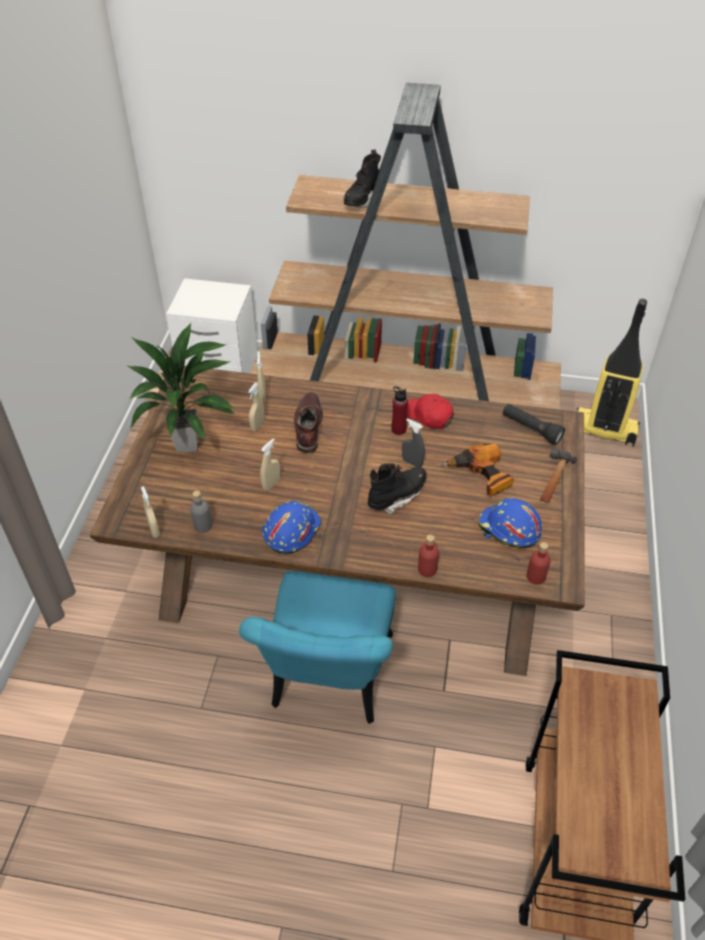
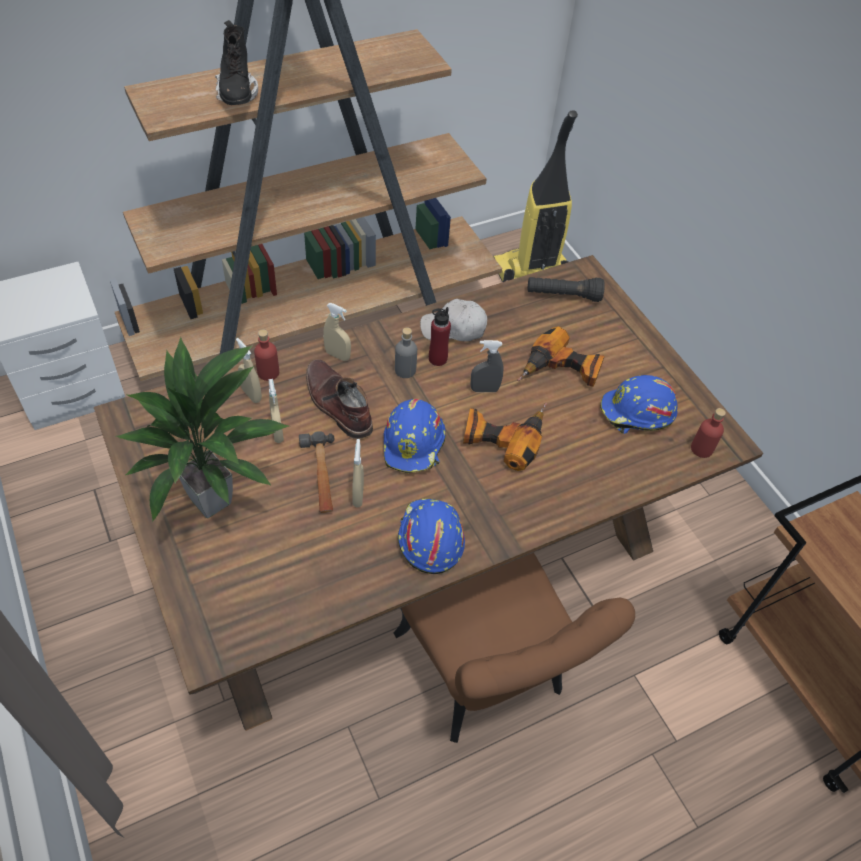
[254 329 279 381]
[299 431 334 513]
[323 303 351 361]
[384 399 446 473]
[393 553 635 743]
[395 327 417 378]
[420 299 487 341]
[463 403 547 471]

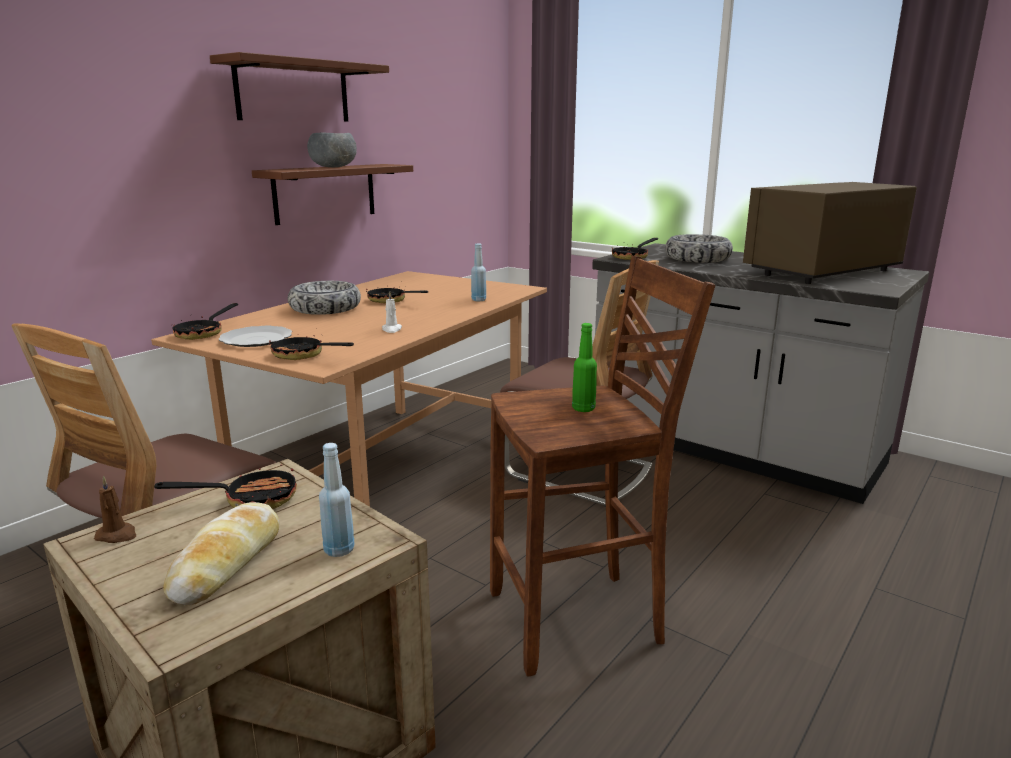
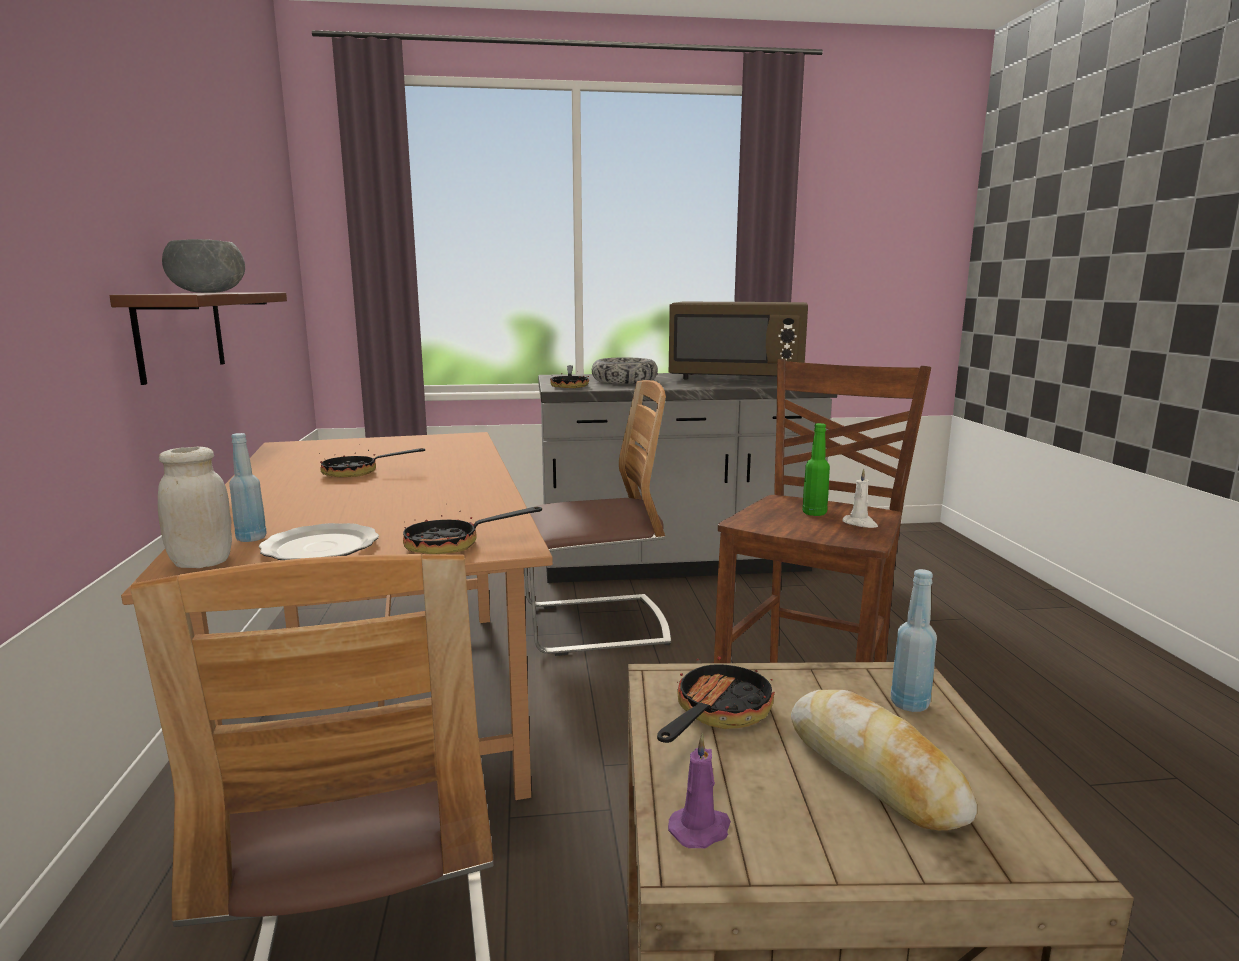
[158 447 232 568]
[229 433 267 542]
[668 733 731 848]
[669 302 808 379]
[842 469 878 528]
[210 52 389 121] (first image)
[288 281 361 315] (first image)

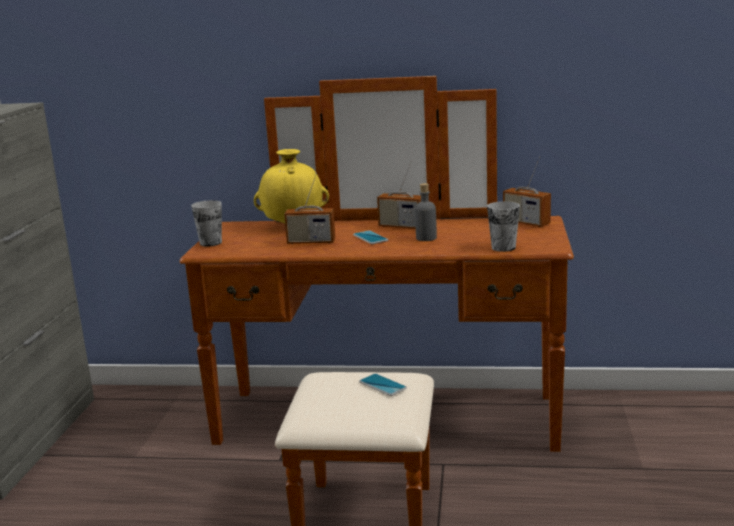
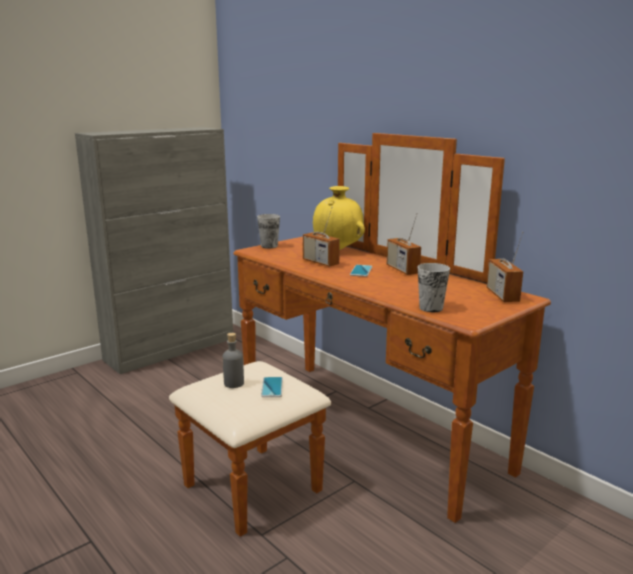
[222 333 244 388]

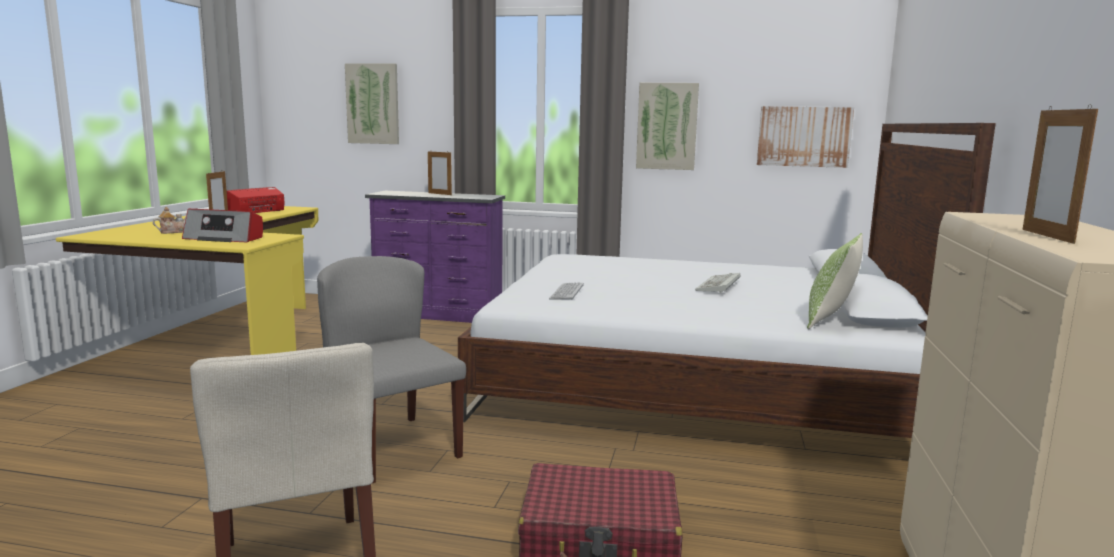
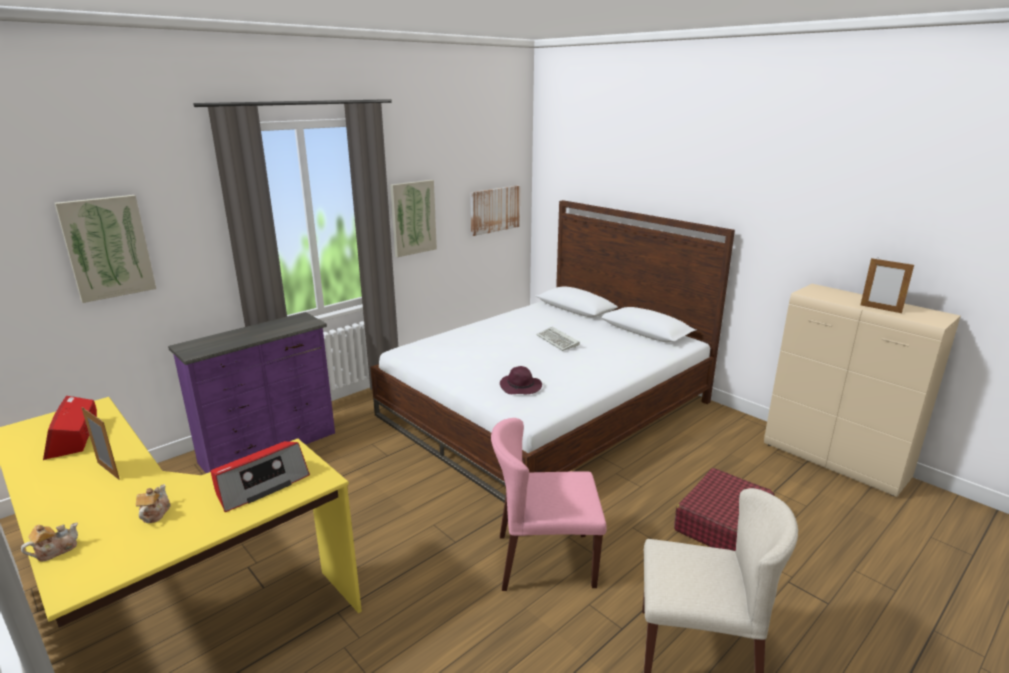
[21 523 78 562]
[491 418 607 591]
[500 366 542 394]
[428 151 452 195] (first image)
[807 233 863 329] (first image)

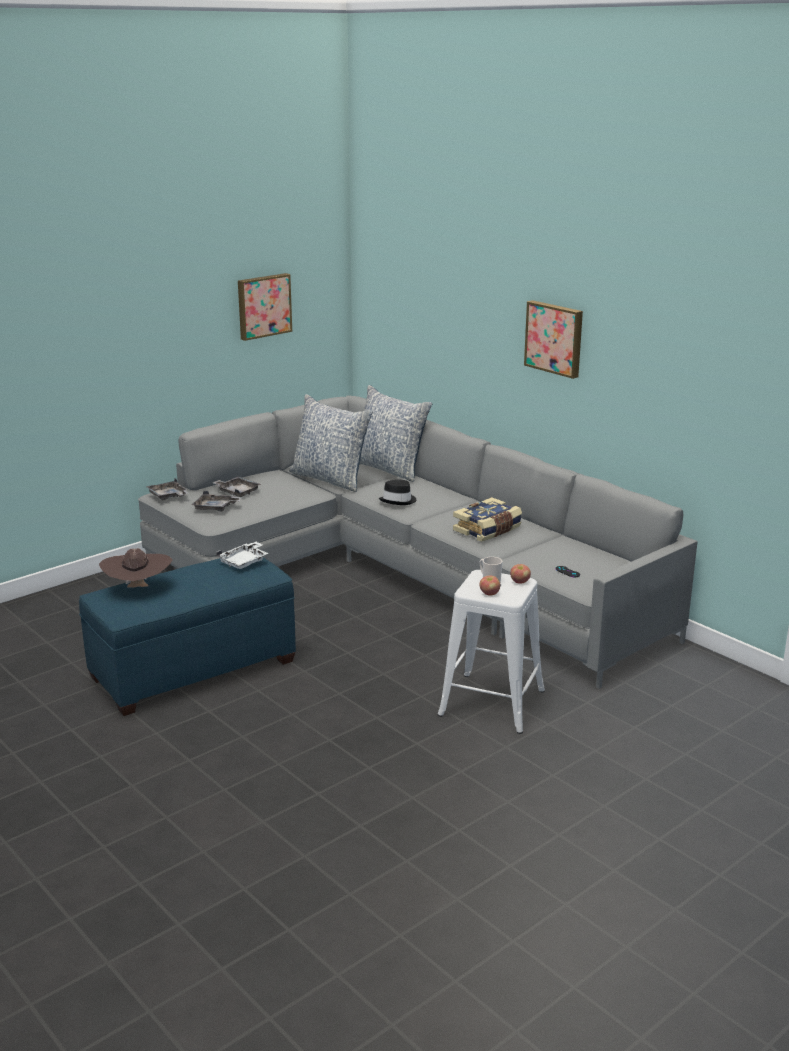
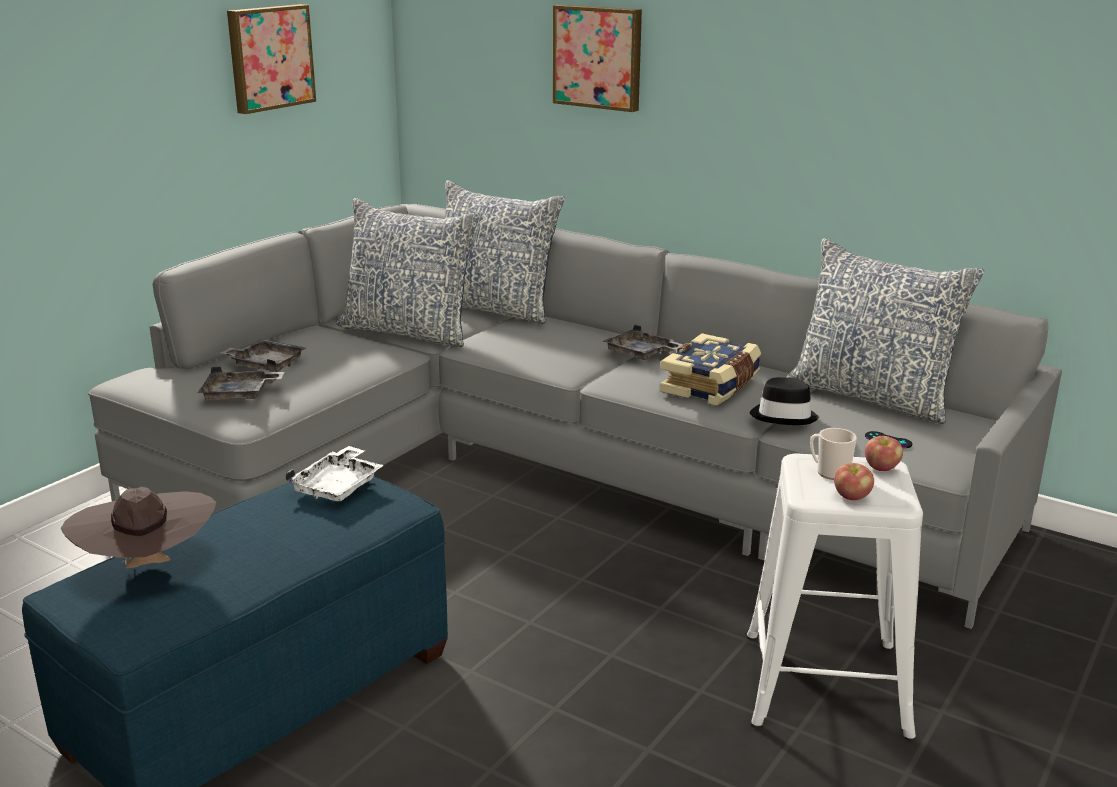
[553 4 642 112]
[603 324 683 360]
[750 377 819 425]
[786 238 984 424]

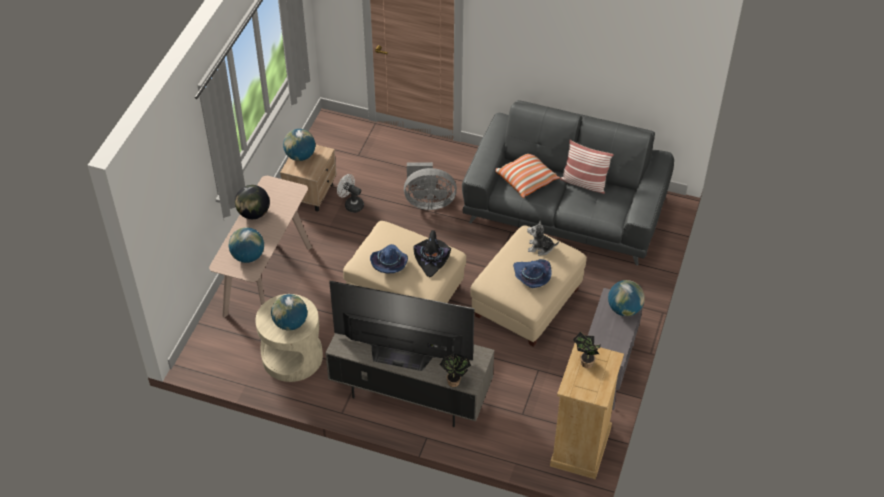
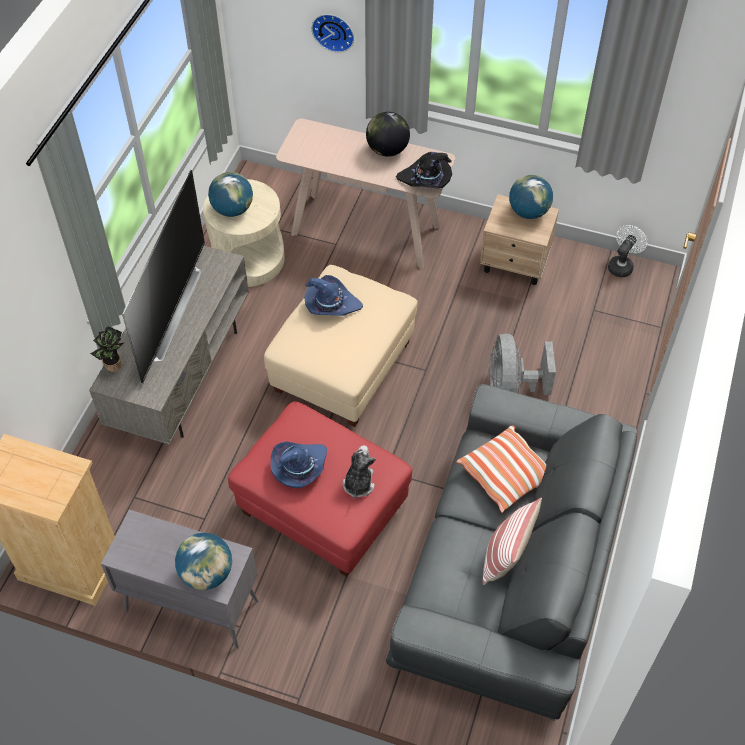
[228 401 413 577]
[312 14 354 53]
[396 152 452 188]
[608 225 648 277]
[229 227 264 263] (first image)
[573 332 601 368] (first image)

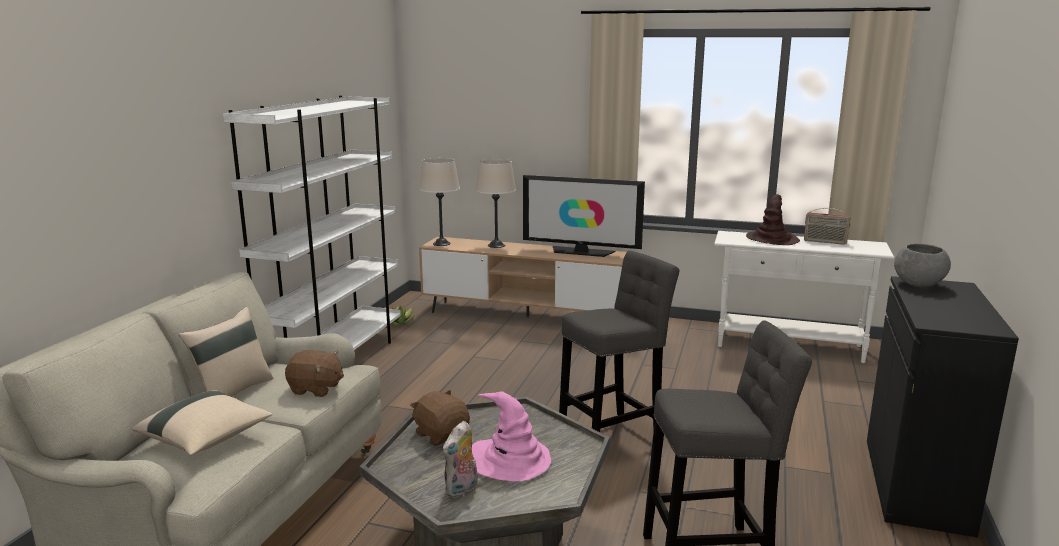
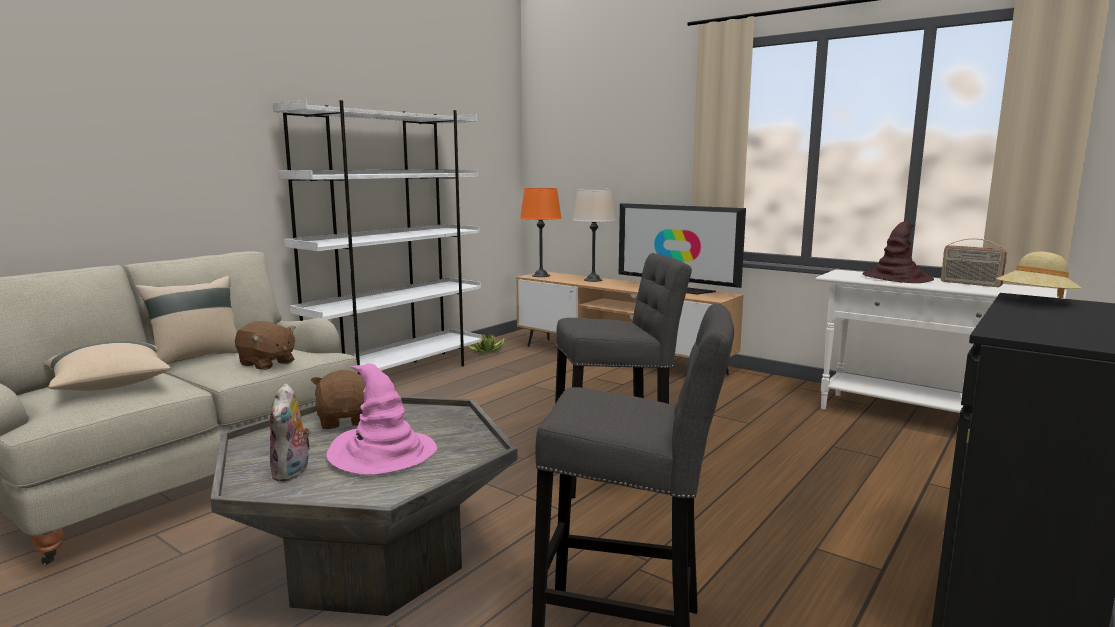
[270 383 311 482]
[520 188 562 277]
[996 252 1082 299]

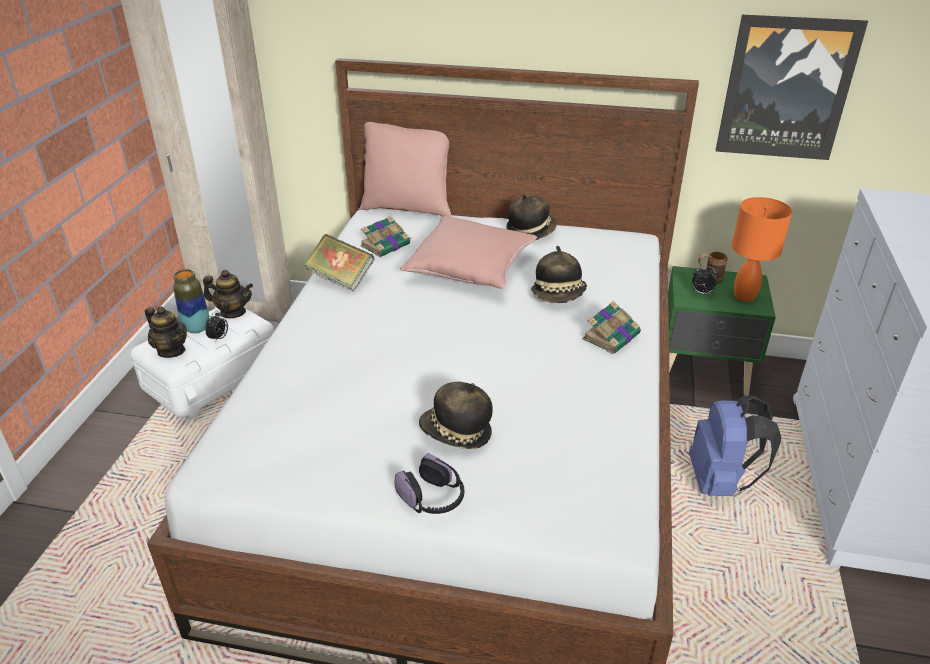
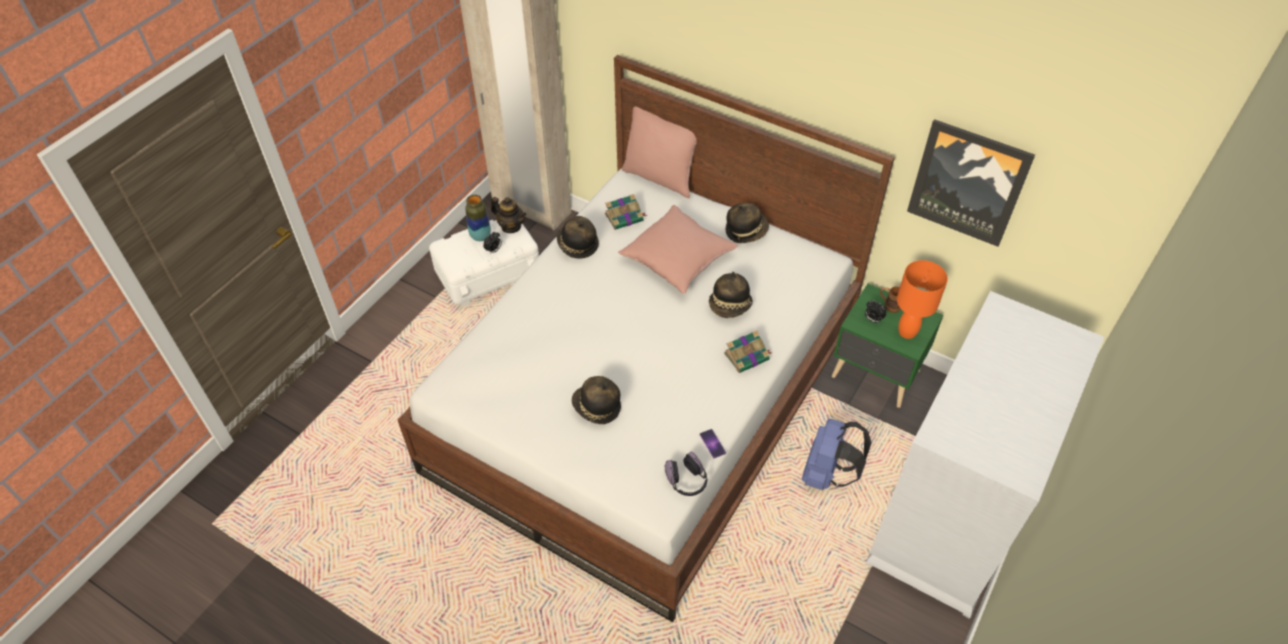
[557 216 599 259]
[665 452 707 496]
[700 429 726 459]
[145 307 187 358] (first image)

